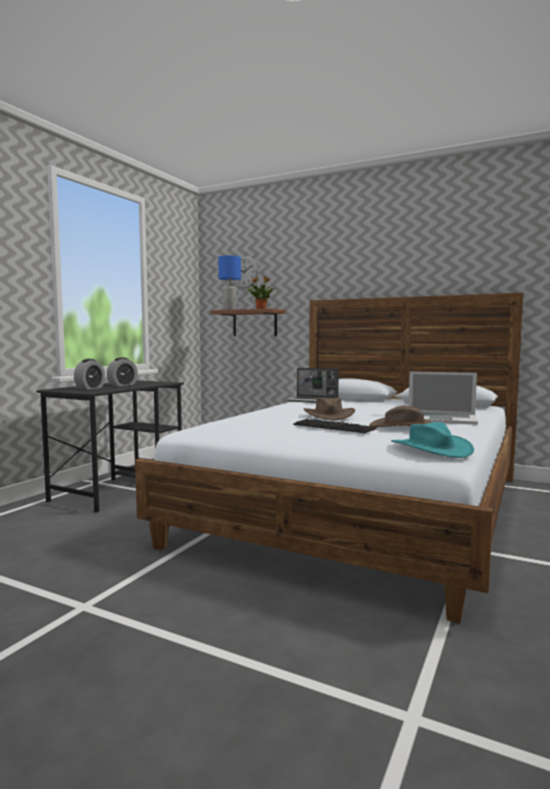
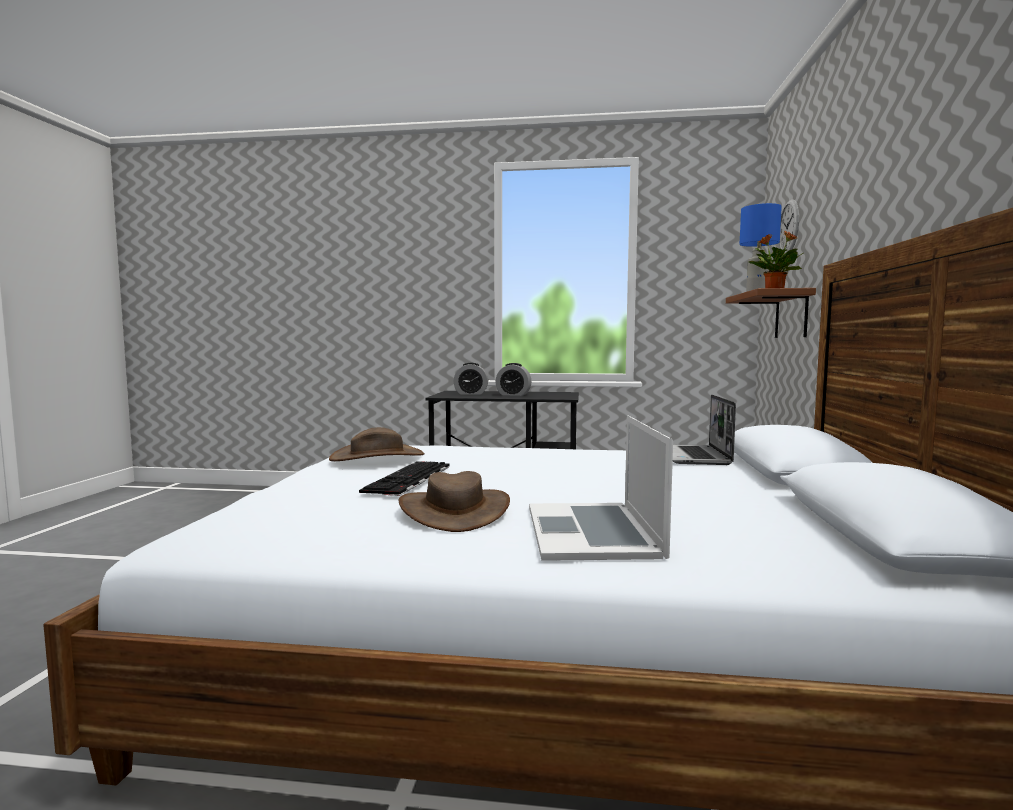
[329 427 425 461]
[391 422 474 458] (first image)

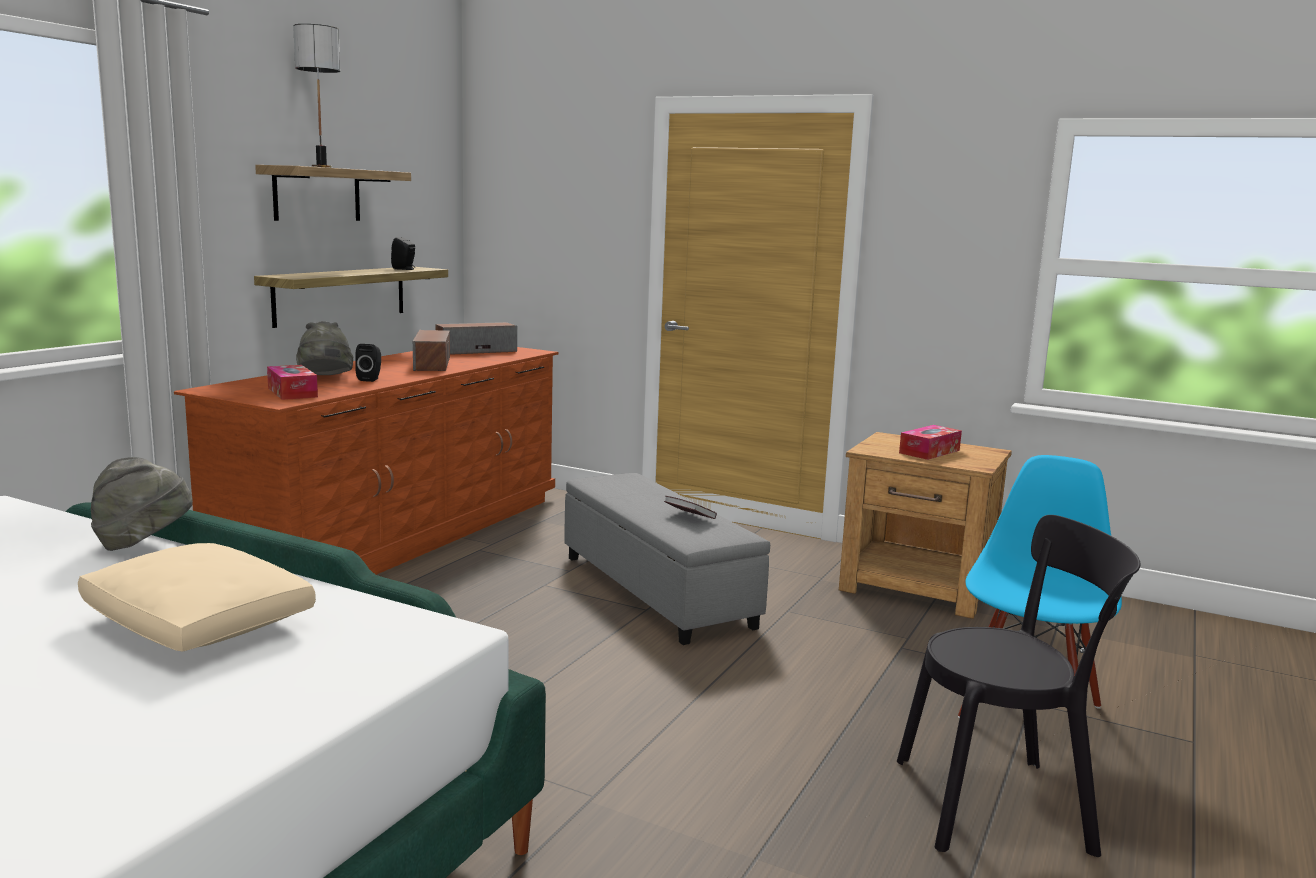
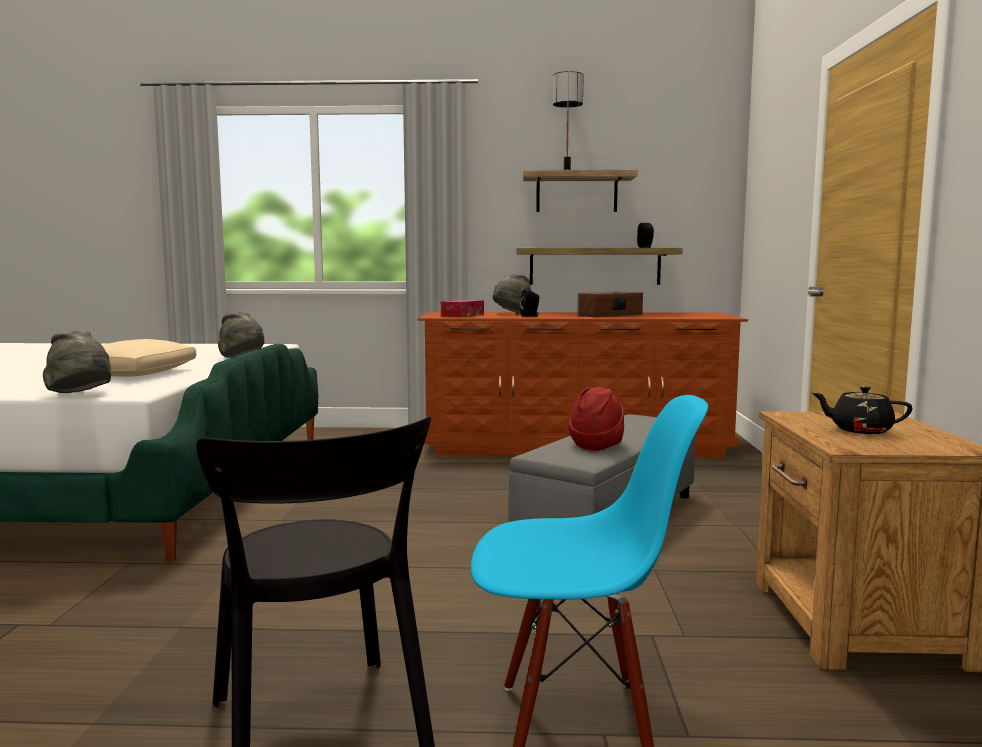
[43 331 111 393]
[568 387 624 451]
[812 386 912 434]
[435 322 517 355] (first image)

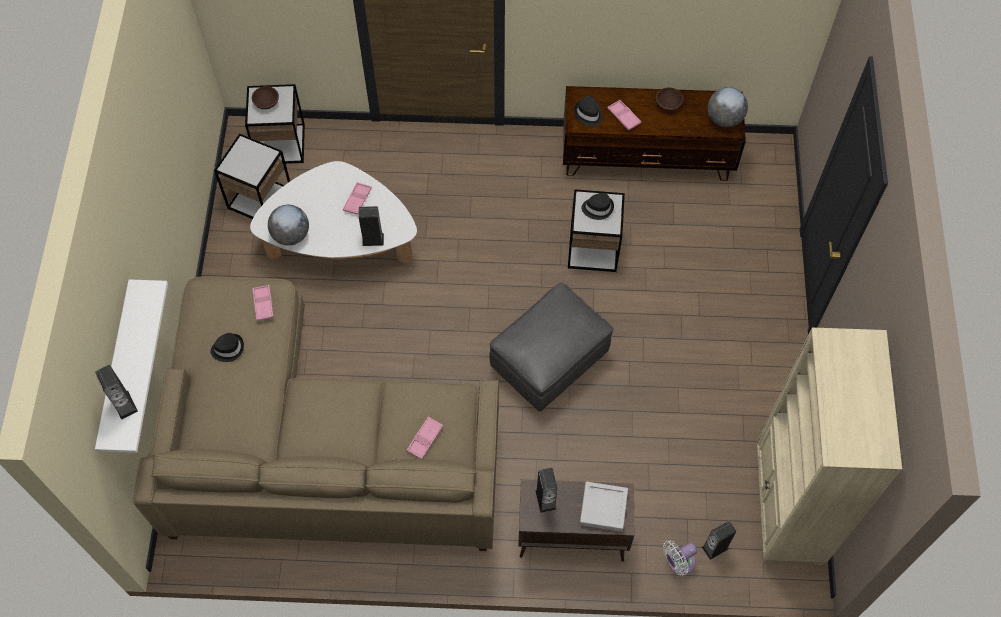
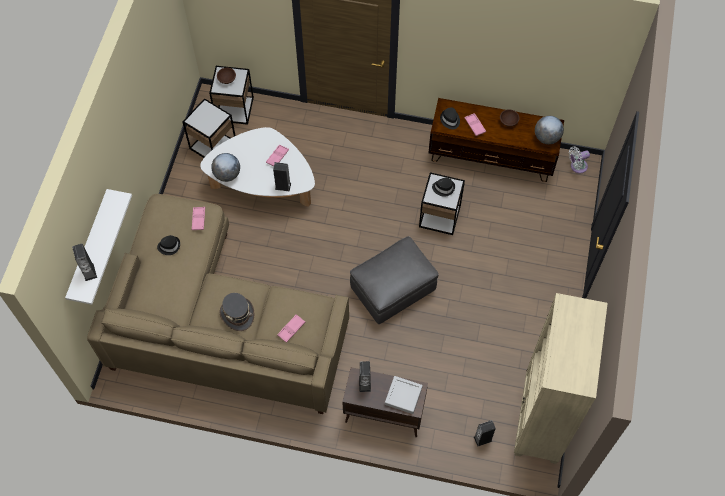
[220 293 255 331]
[569 146 590 173]

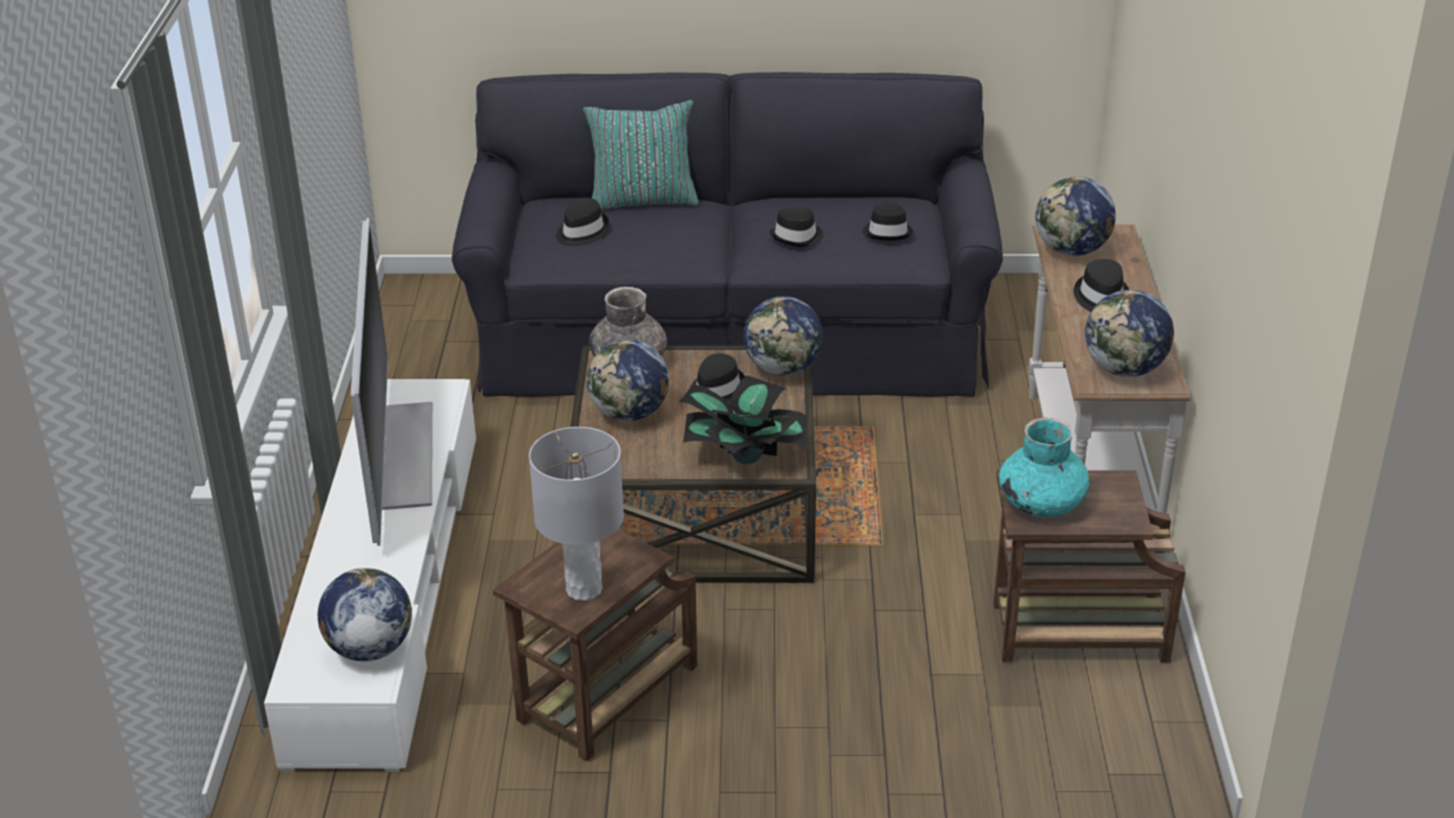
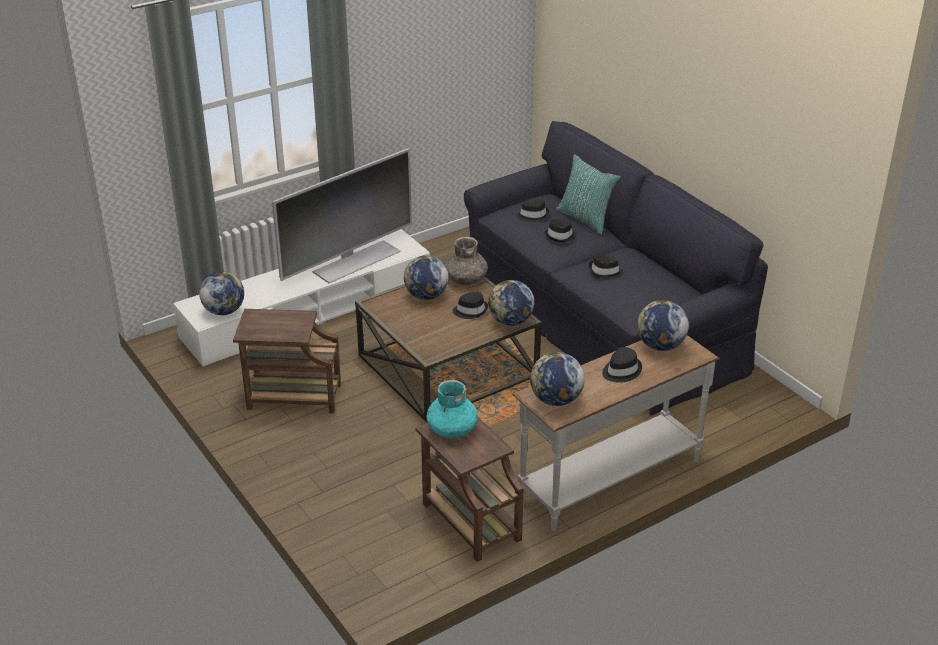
[544 219 577 242]
[529 427 624 601] (first image)
[679 376 807 464] (first image)

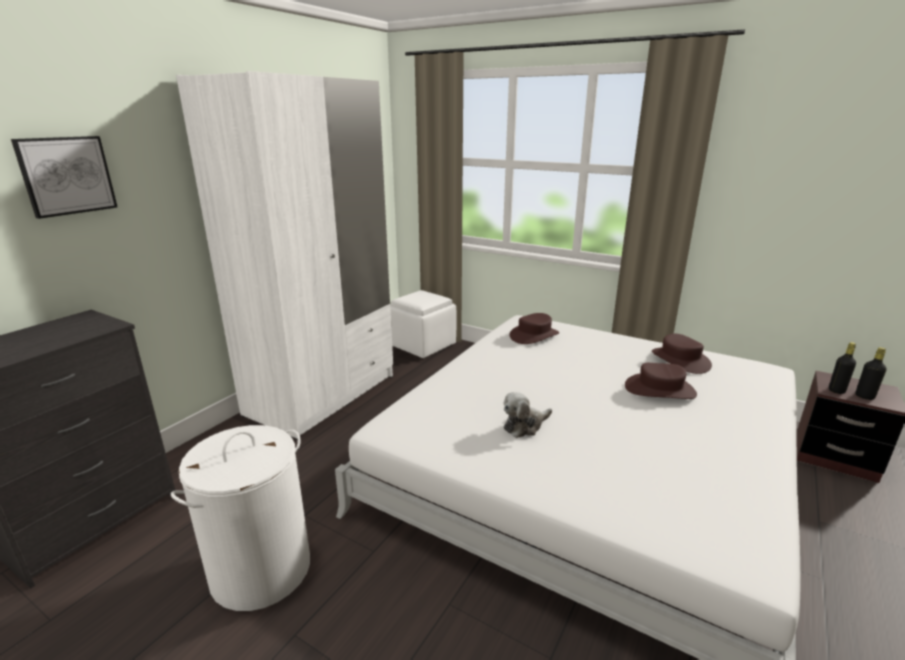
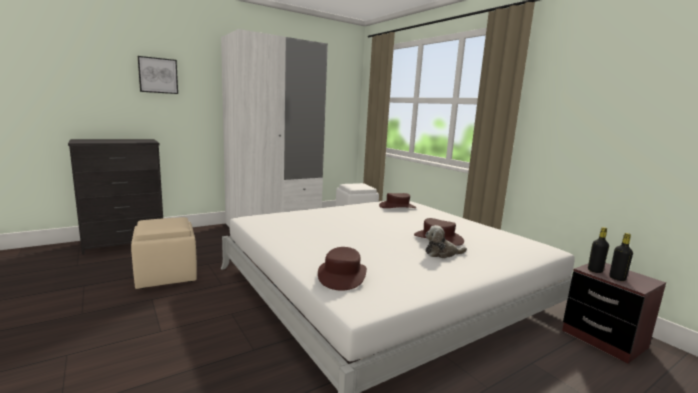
[131 217 197 289]
[318 247 367 291]
[425 225 467 258]

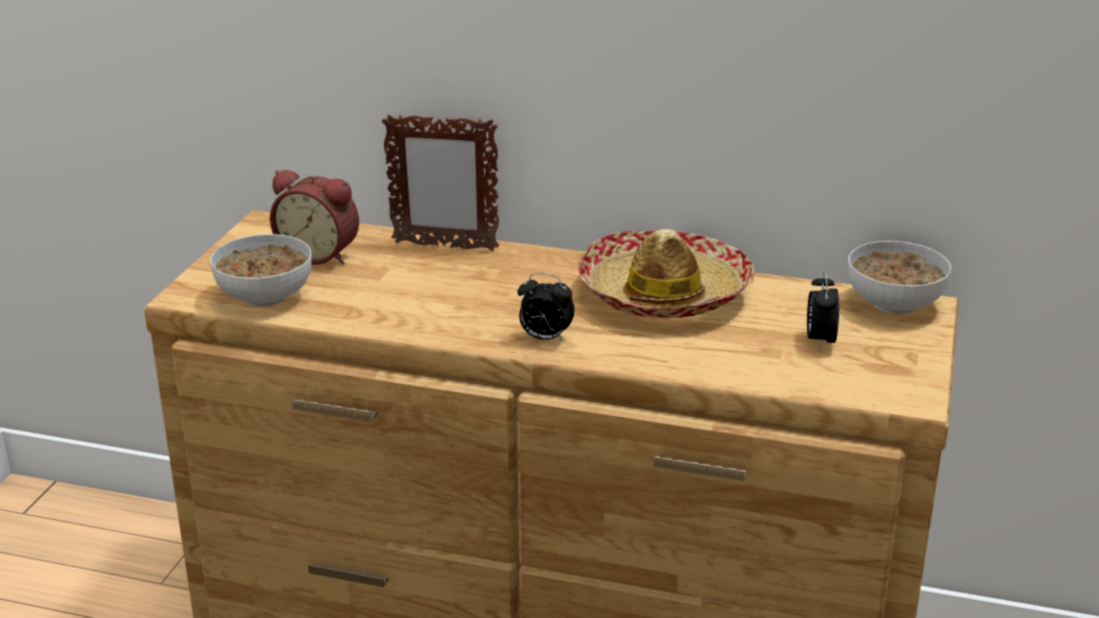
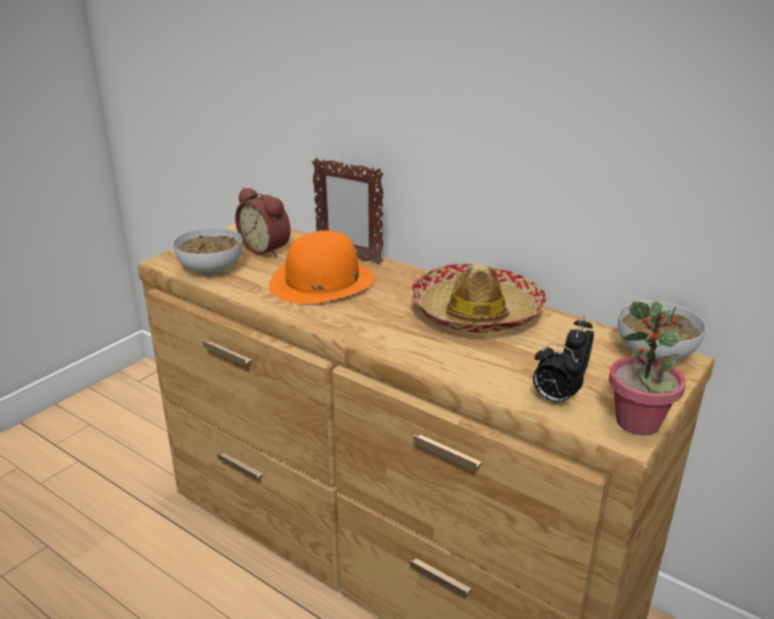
[269 231 375 304]
[533 343 584 406]
[609 301 686 435]

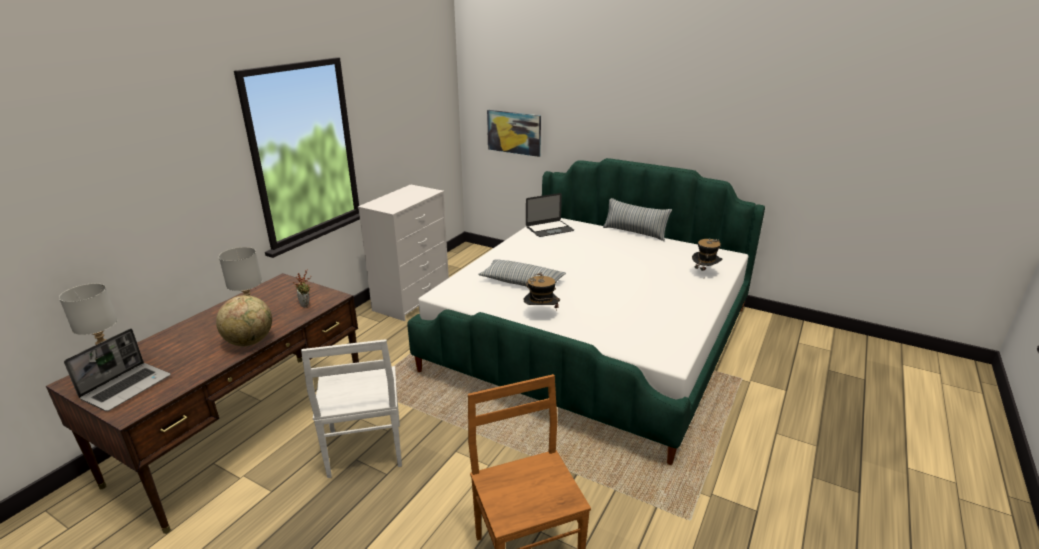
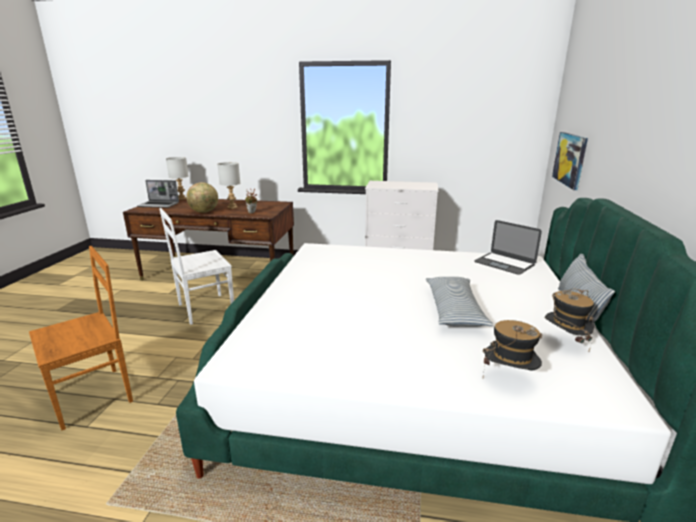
[426 277 493 327]
[544 289 594 351]

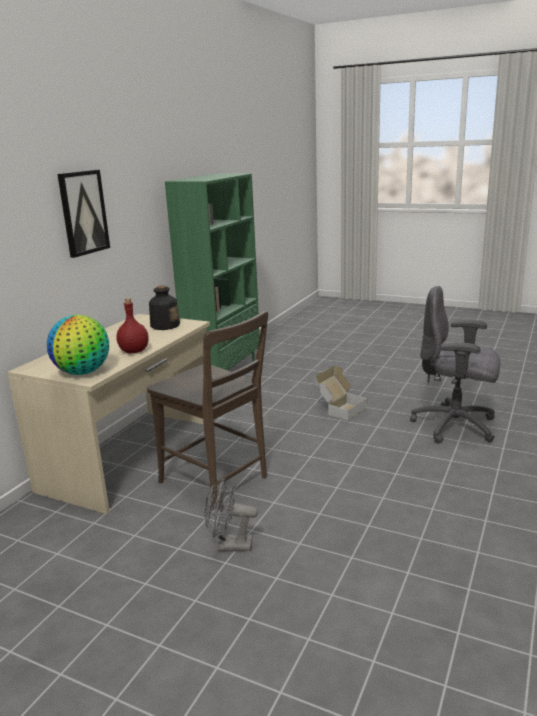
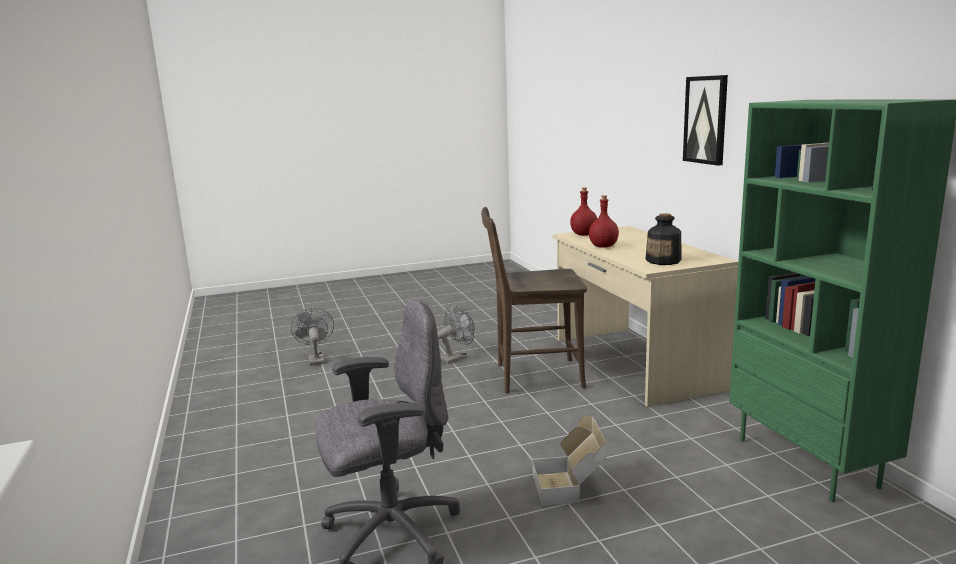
[291 307 334 366]
[570 187 597 236]

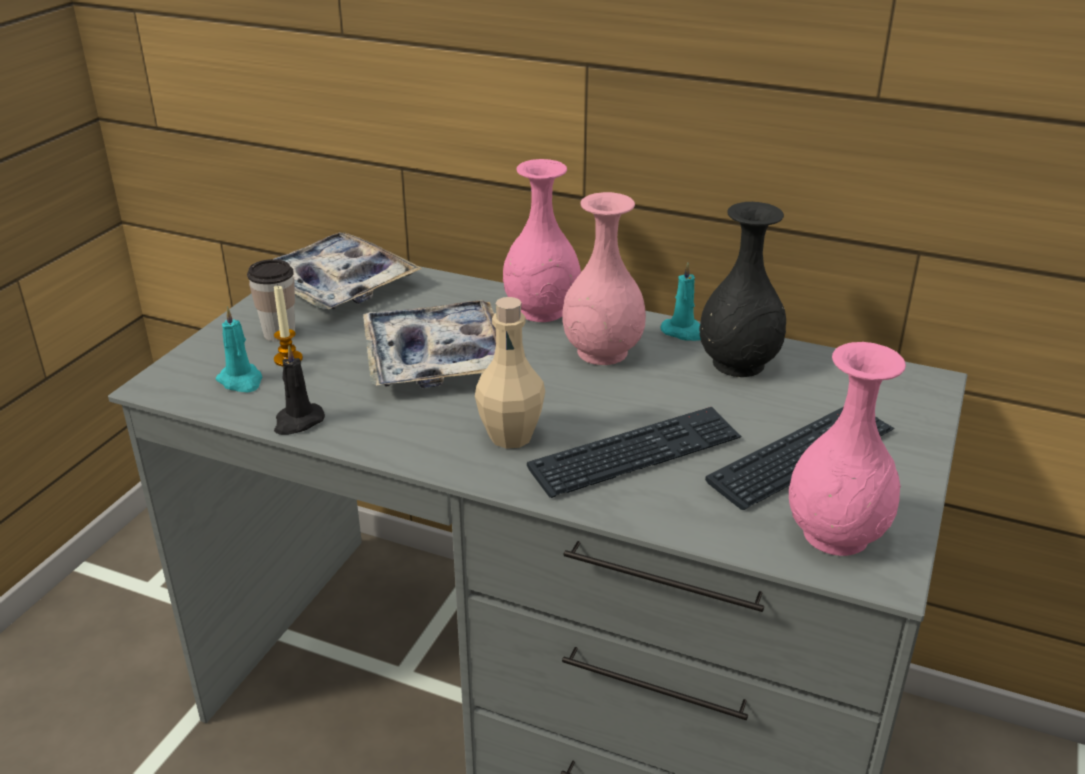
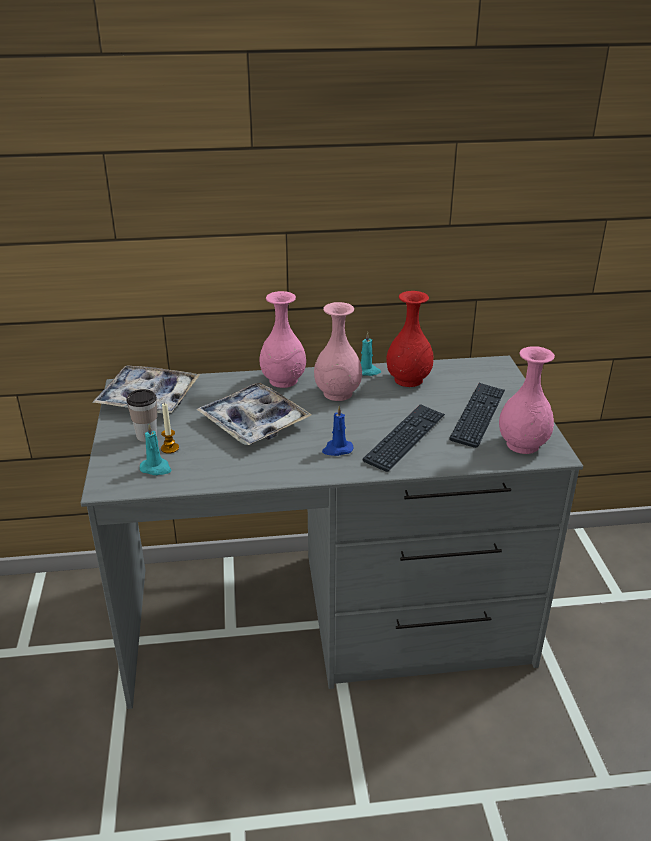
[322 406 354 456]
[386 291 433 387]
[274 345 325 435] (first image)

